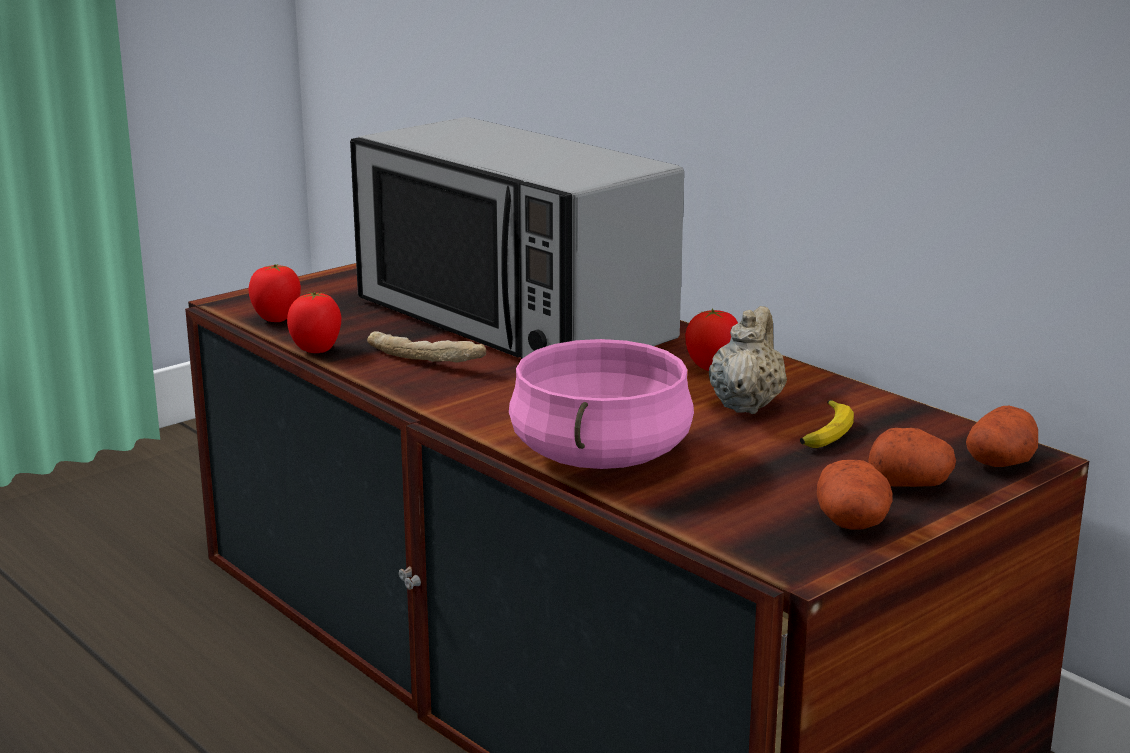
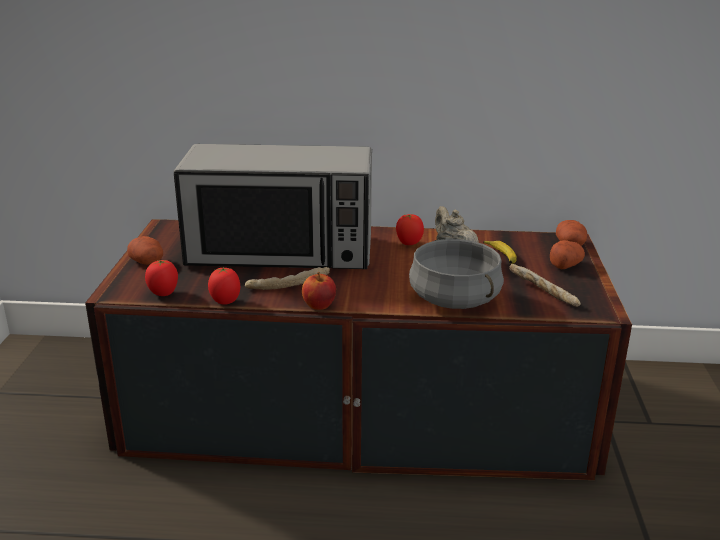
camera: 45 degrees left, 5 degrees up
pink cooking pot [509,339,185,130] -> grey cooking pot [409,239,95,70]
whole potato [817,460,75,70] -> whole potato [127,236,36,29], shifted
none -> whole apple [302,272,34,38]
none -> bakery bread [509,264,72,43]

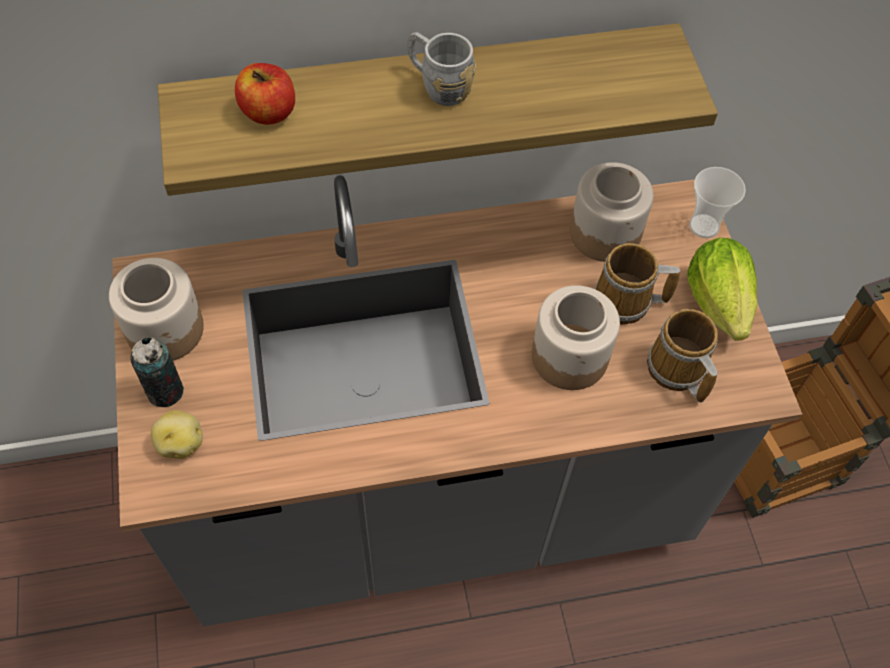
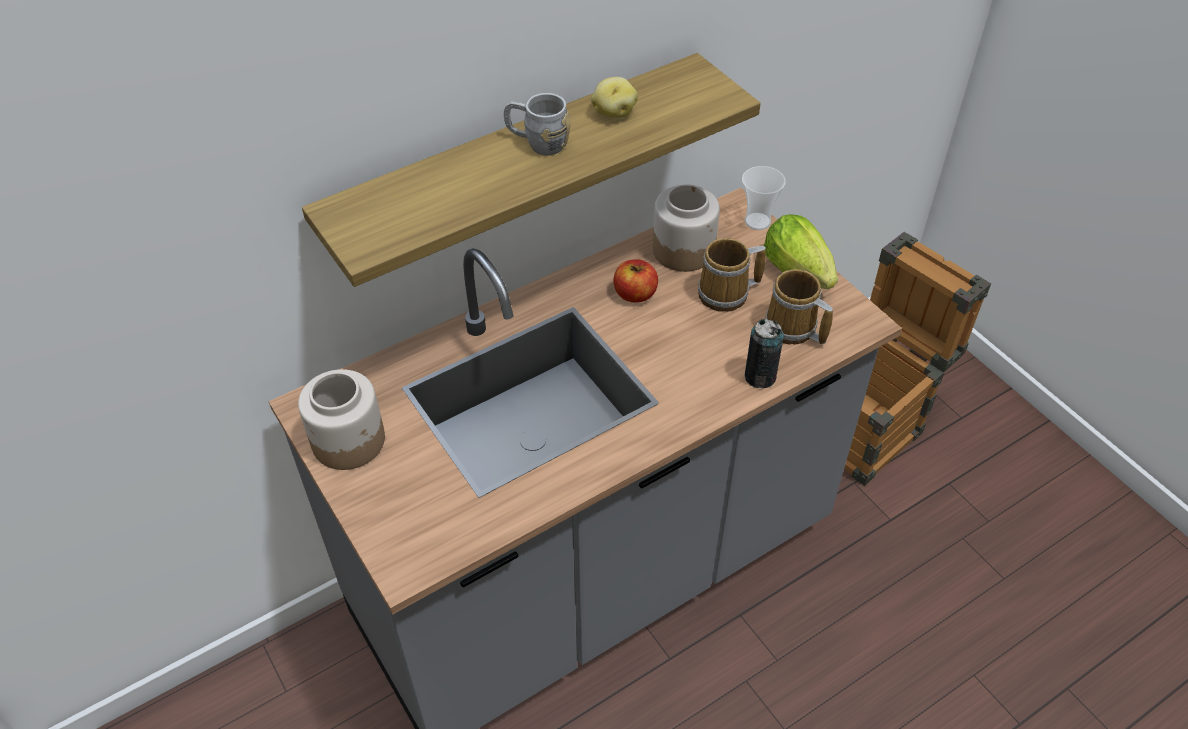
camera: 20 degrees left, 10 degrees down
can [130,337,54,70] -> can [745,318,39,70], shifted
whole potato [151,410,52,49] -> whole potato [591,77,47,41], shifted
whole apple [235,63,60,62] -> whole apple [614,259,44,44], shifted
preserve jar [532,285,88,105] -> none

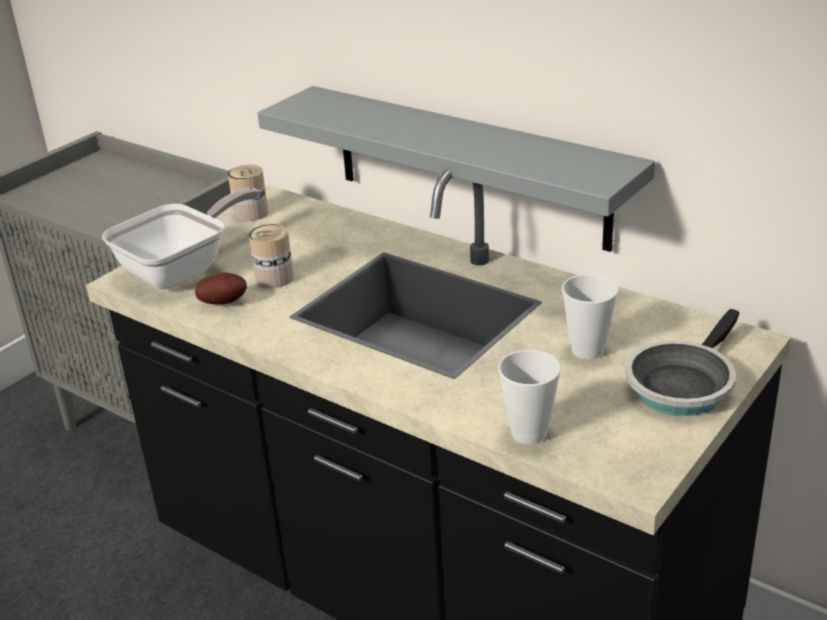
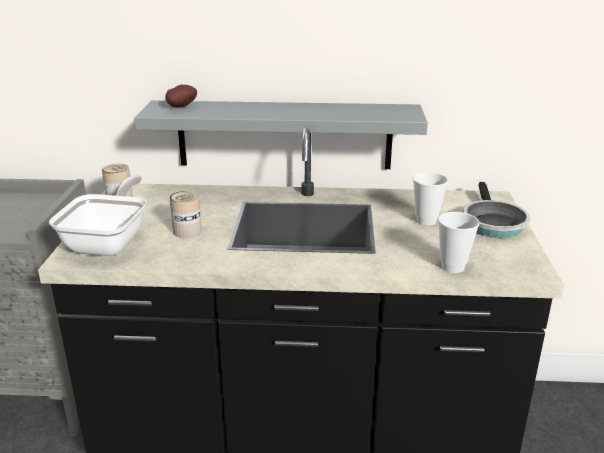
camera: 35 degrees left, 5 degrees down
whole potato [195,272,52,32] -> whole potato [165,85,32,22], shifted

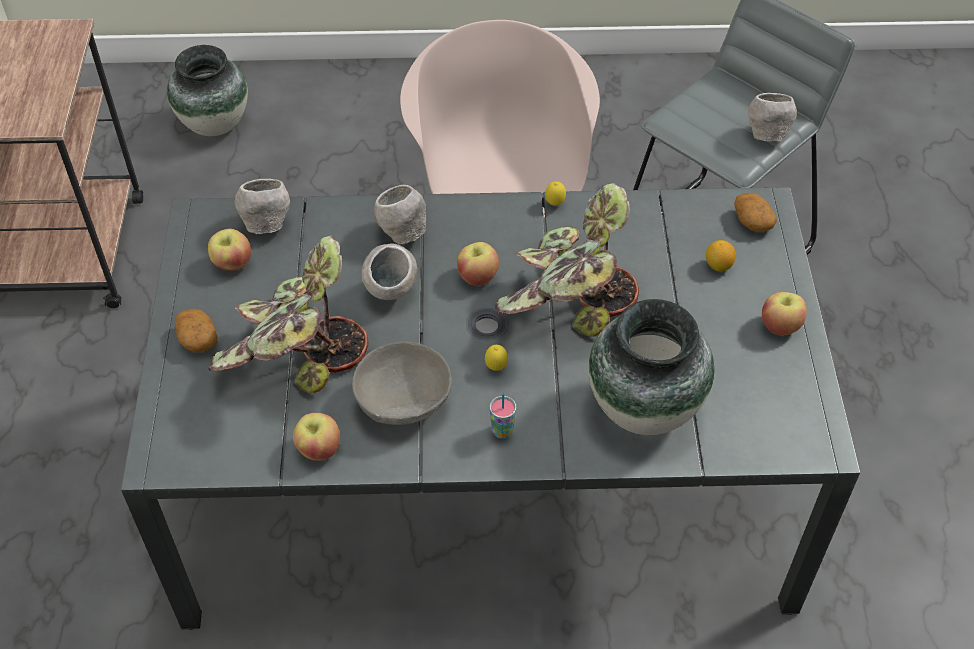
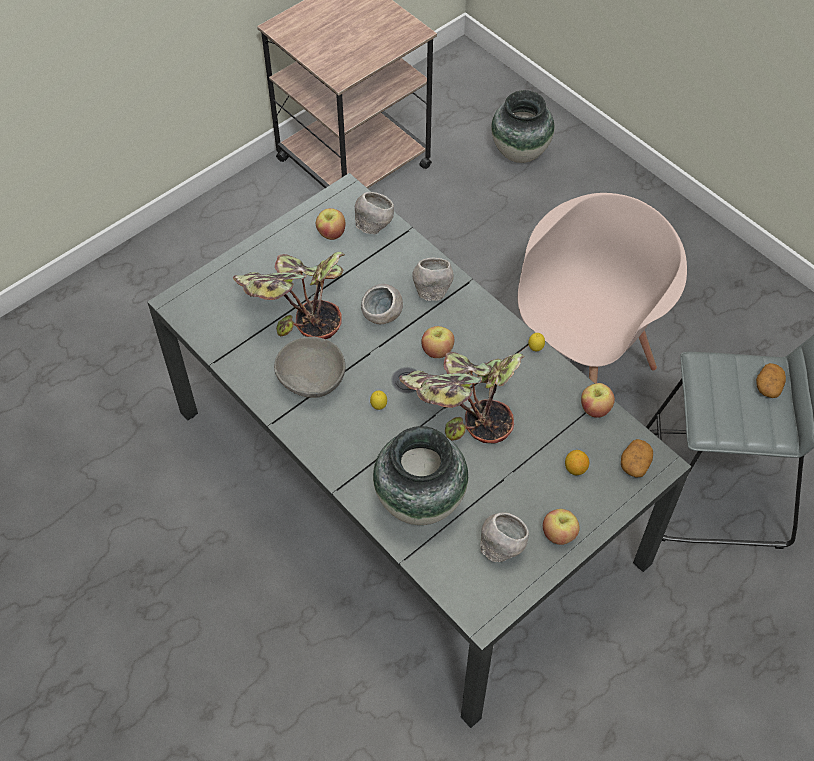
camera: 50 degrees right, 5 degrees up
whole potato [175,309,43,43] -> whole potato [756,363,30,35], shifted
whole apple [293,413,47,48] -> whole apple [581,383,34,35], shifted
small cup [490,393,26,46] -> none
grey serving bowl [748,93,49,49] -> grey serving bowl [480,512,49,50], shifted

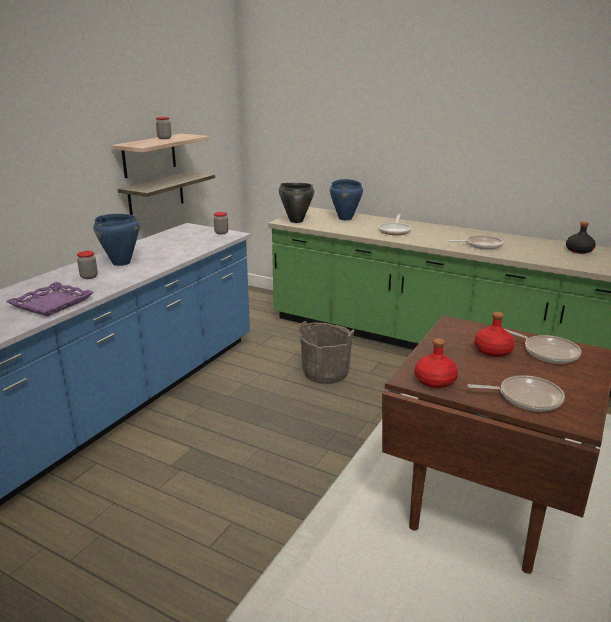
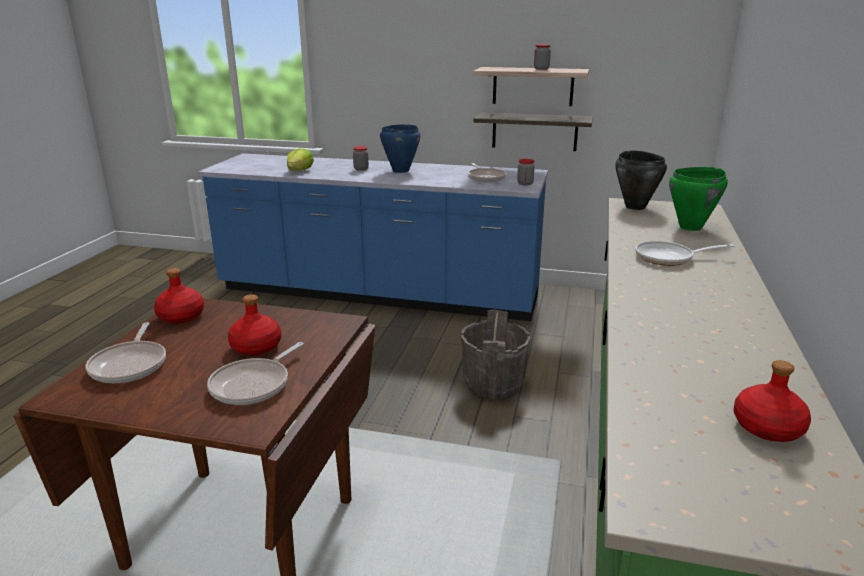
camera: 75 degrees right, 0 degrees up
purple carrying tray [6,282,87,34] -> lettuce [287,148,27,23]
bluish cooking pot [330,179,33,41] -> green-coloured cooking pot [669,167,59,64]
skillet [448,235,56,15] -> skillet [468,163,39,19], shifted
black drink bottle [566,222,30,32] -> red drink bottle [733,360,78,82]

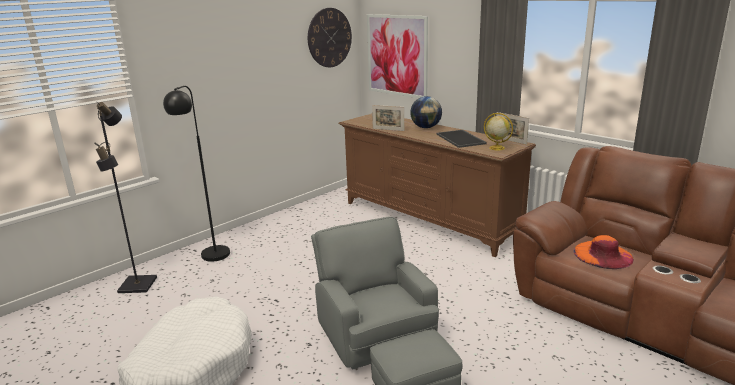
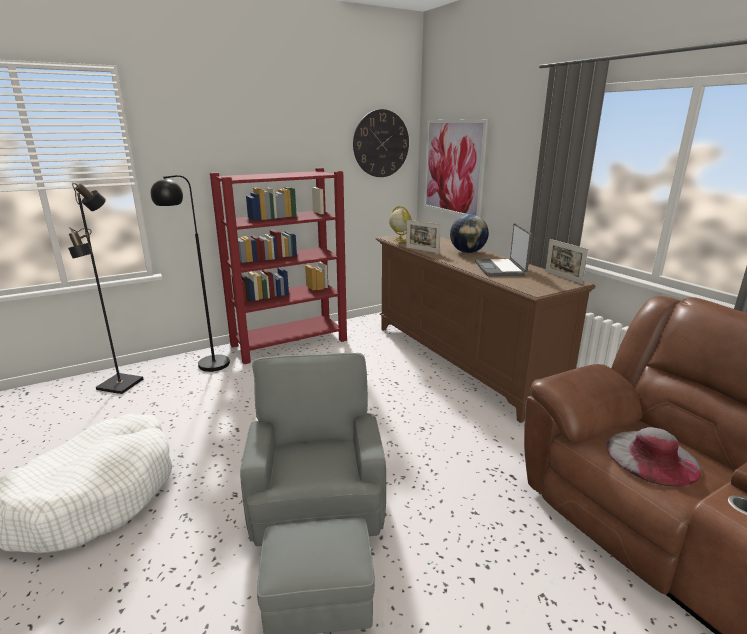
camera: 15 degrees right, 0 degrees up
carrying tray [436,130,51,18] -> notebook computer [475,223,57,53]
world globe [484,113,29,37] -> world globe [389,206,23,36], shifted
orange wearable hat [573,235,61,34] -> grey wearable hat [607,427,94,60]
none -> red shelving unit [210,168,137,196]

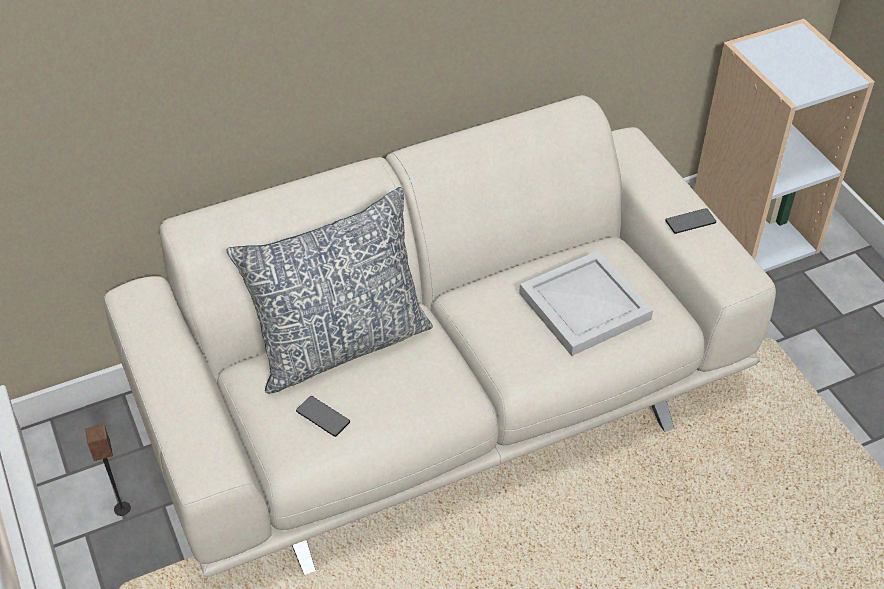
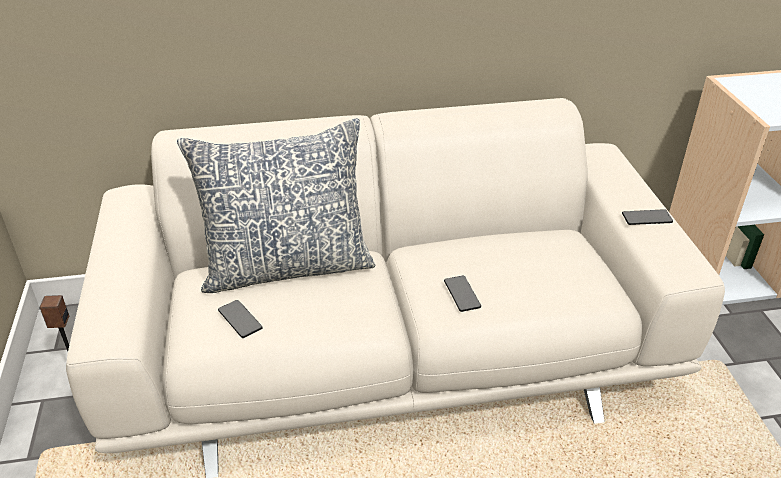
camera: 15 degrees right, 10 degrees down
white-coloured carrying tray [519,251,134,105] -> none
none -> handset [444,275,37,37]

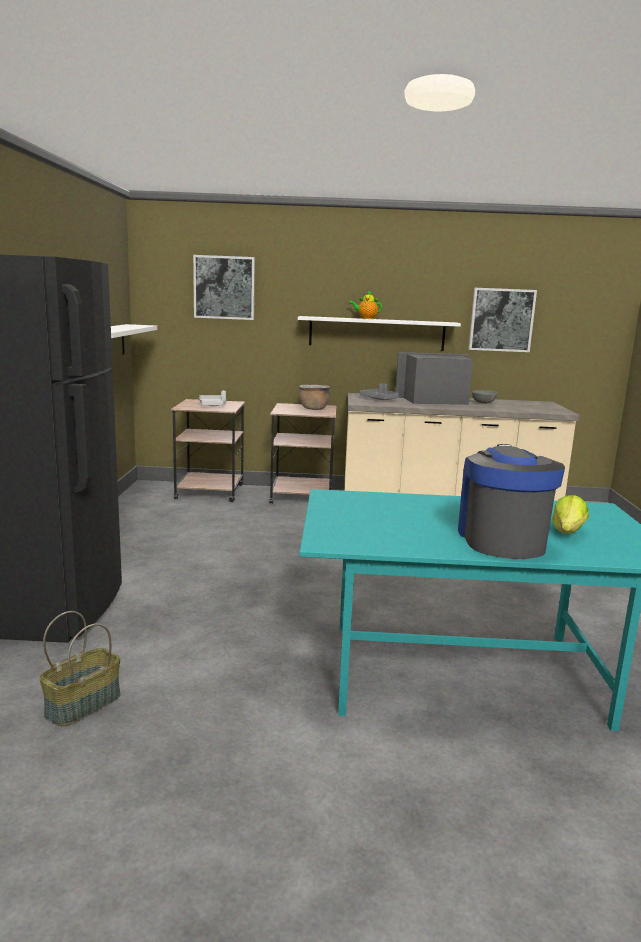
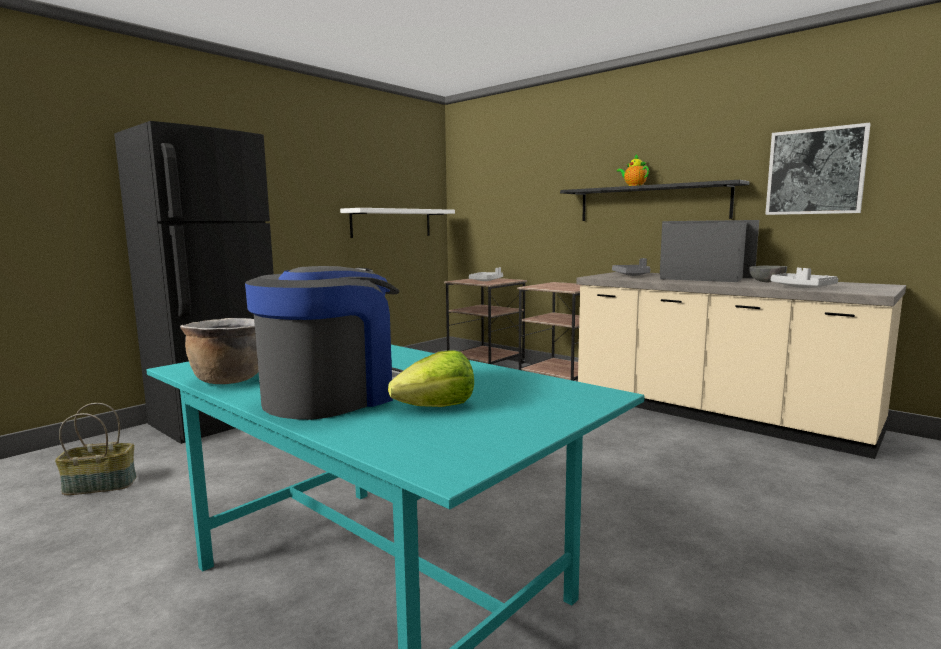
camera: 40 degrees right, 5 degrees down
wall art [193,255,62,65] -> none
white-coloured bracket shelf [298,316,163,35] -> black bracket shelf [560,180,189,41]
brown cooking pot [299,385,31,25] -> brown cooking pot [180,318,79,66], shifted
none -> grey carrying tray [771,268,68,20]

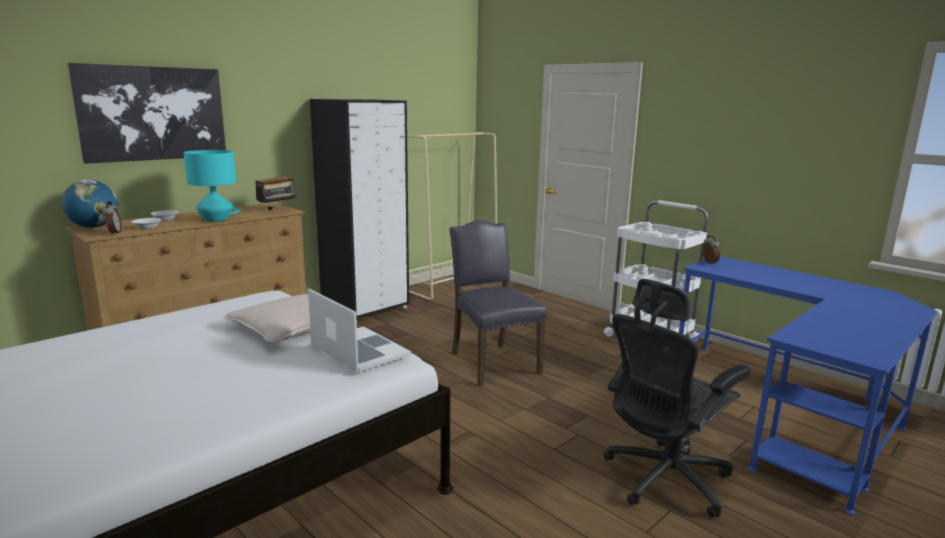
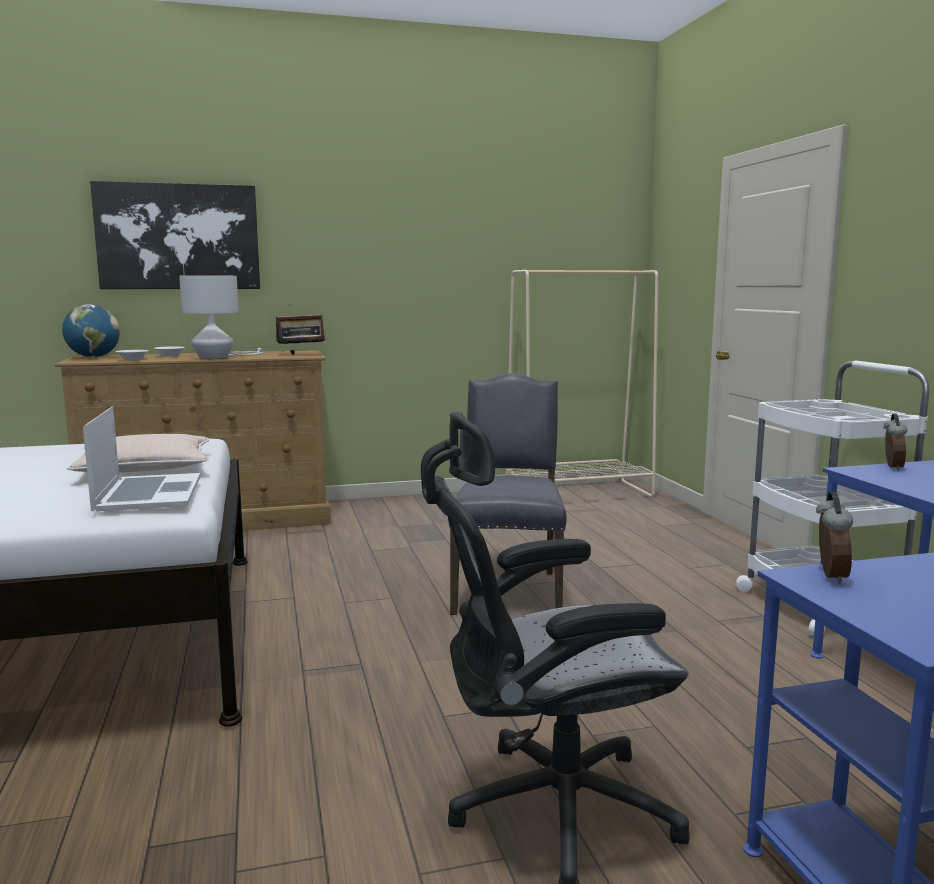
camera: 30 degrees right, 5 degrees down
alarm clock [103,201,19,34] -> alarm clock [816,492,37,92], shifted
blue-green table lamp [184,150,57,72] -> grey table lamp [179,275,84,84]
armoire [310,99,99,224] -> none

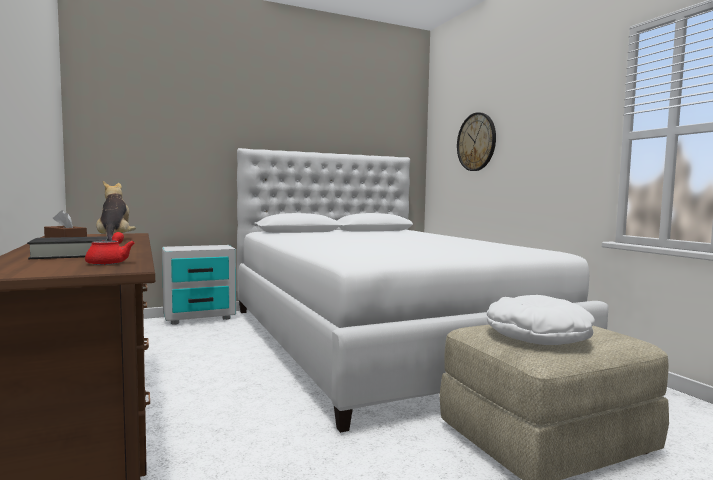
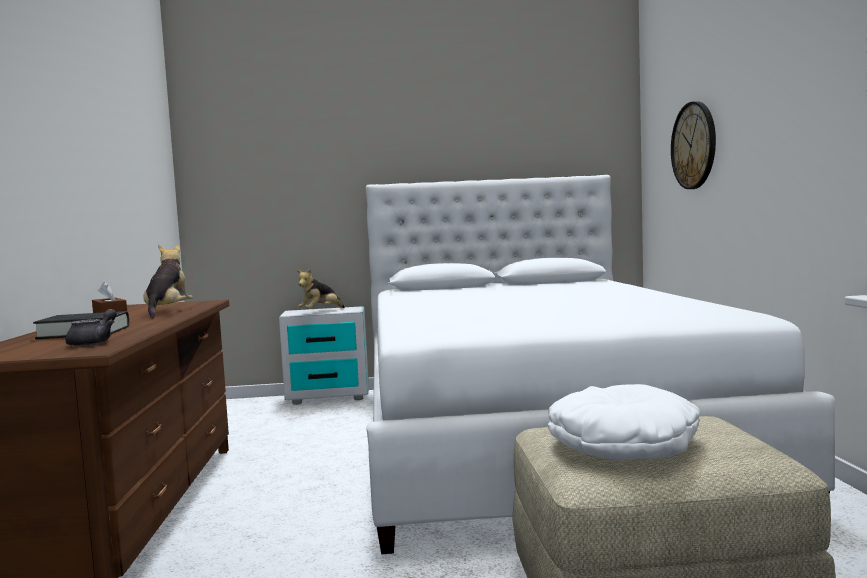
camera: 20 degrees right, 0 degrees up
red tea pot [85,232,50,33] -> grey tea pot [65,309,52,37]
none -> soft toy [297,268,48,41]

